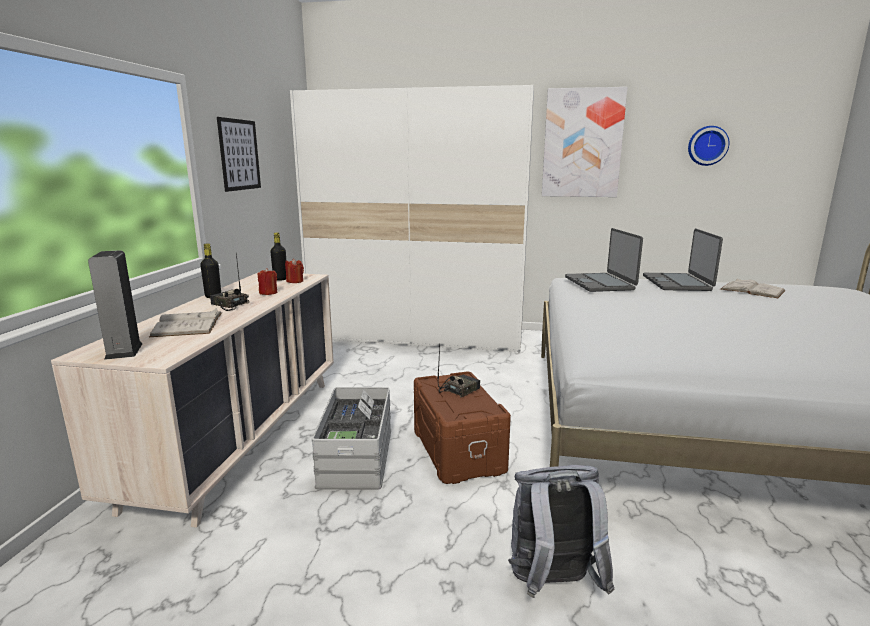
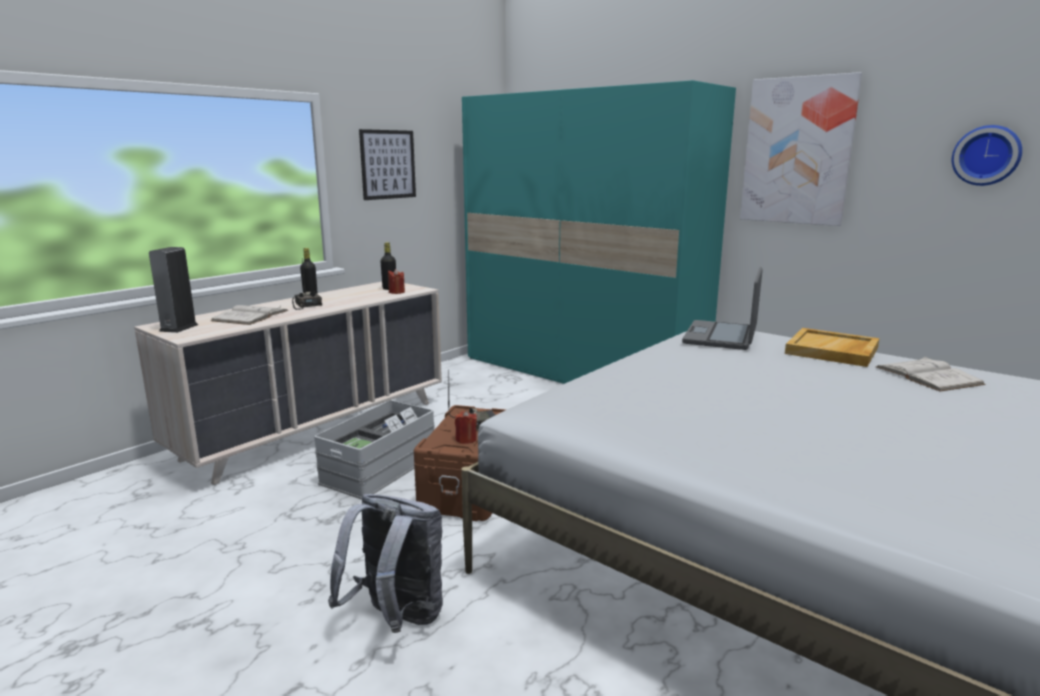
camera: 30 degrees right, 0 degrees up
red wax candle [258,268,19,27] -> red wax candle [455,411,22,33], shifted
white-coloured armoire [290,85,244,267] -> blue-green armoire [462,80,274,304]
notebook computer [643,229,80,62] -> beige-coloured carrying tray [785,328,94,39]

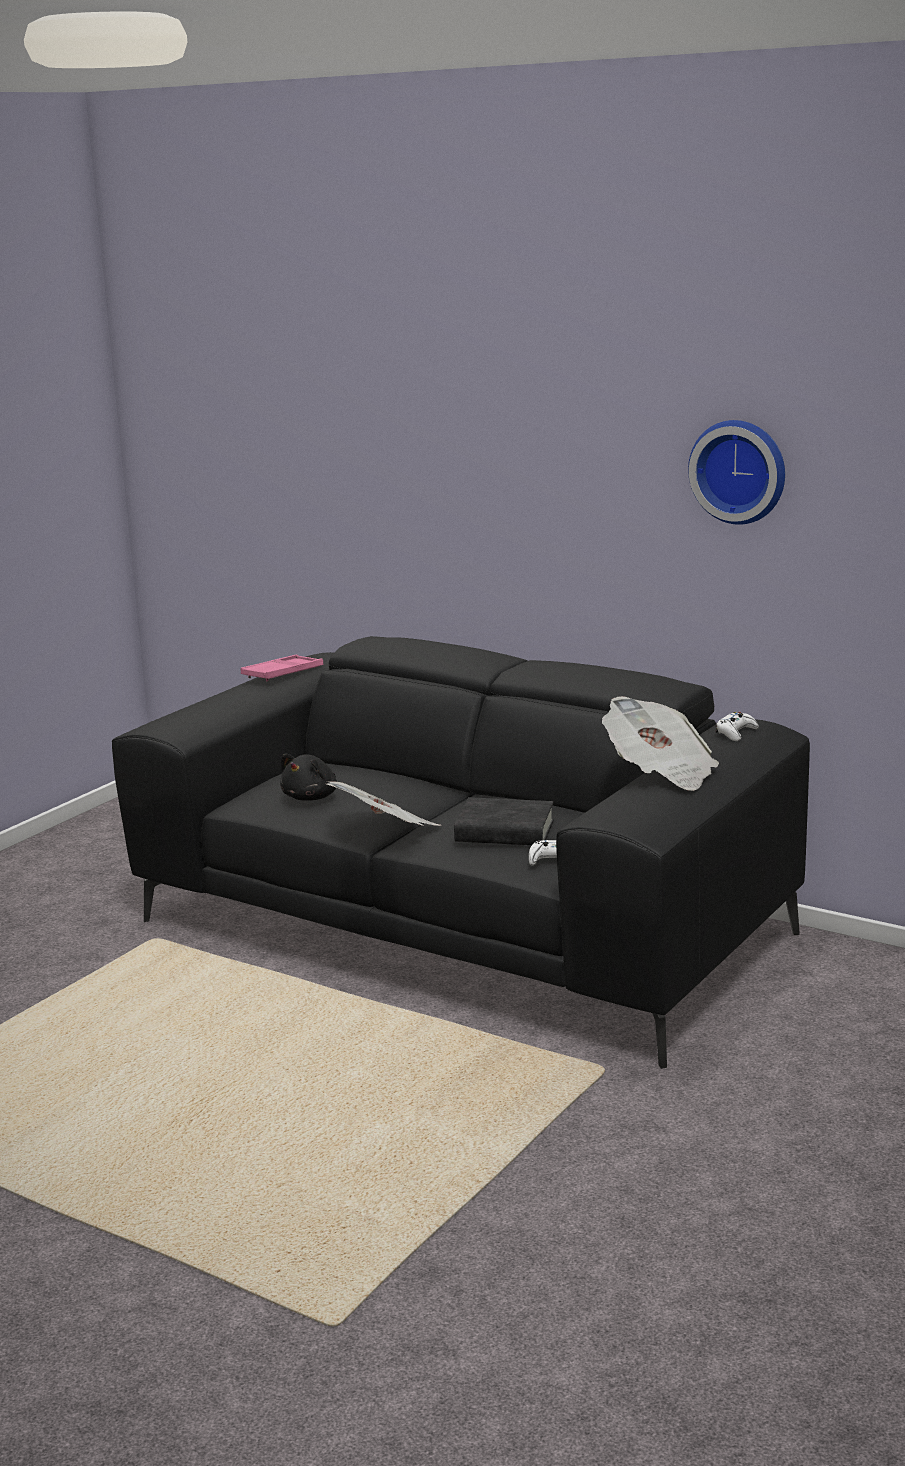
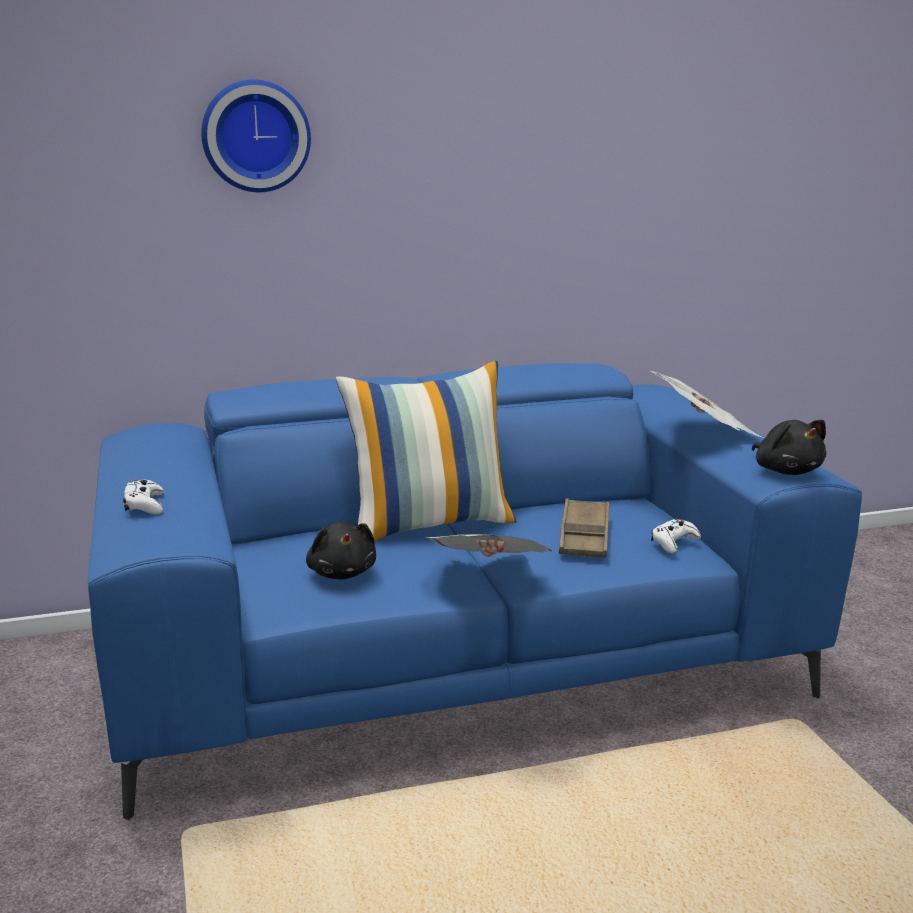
camera: 50 degrees left, 0 degrees up
black couch [112,636,698,433] -> bluish couch [88,363,774,457]
pink carrying tray [241,655,82,27] -> none
black volume [454,797,100,48] -> brown carrying tray [559,498,50,60]
hanging clock [688,420,97,105] -> hanging clock [201,79,110,113], shifted
white-coloured joypad [715,712,44,29] -> white-coloured joypad [123,479,41,35], shifted
none -> cushion [336,361,181,181]
none -> black soft toy [752,420,74,55]

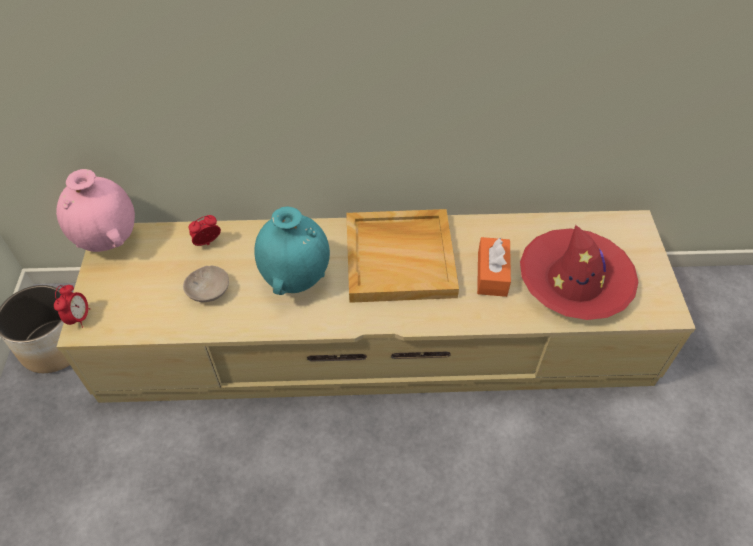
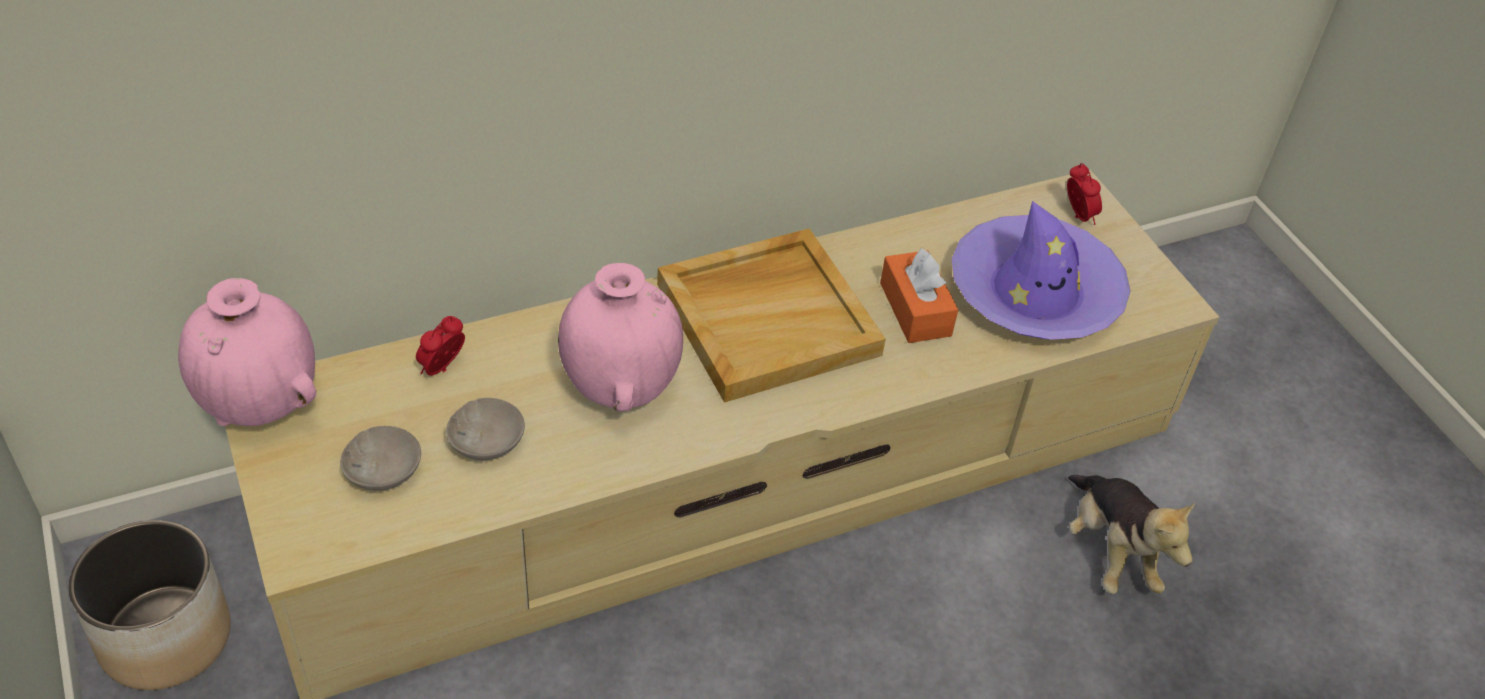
camera: 25 degrees left, 5 degrees down
alarm clock [54,285,36,43] -> alarm clock [1067,163,35,62], shifted
blue-green decorative vase [254,207,76,88] -> pink decorative vase [558,263,125,149]
red wearable hat [520,225,118,95] -> purple wearable hat [952,201,178,139]
none -> beige-coloured serving bowl [340,426,81,65]
none -> soft toy [1068,475,127,119]

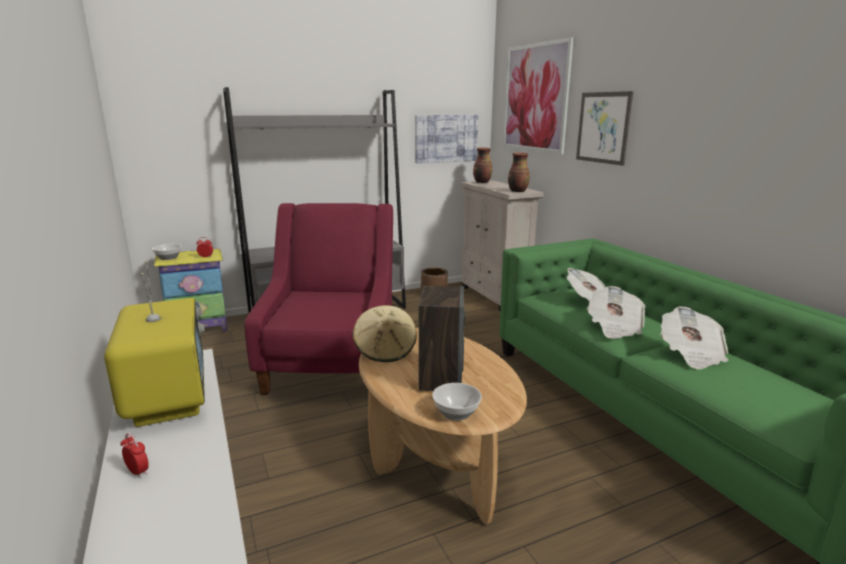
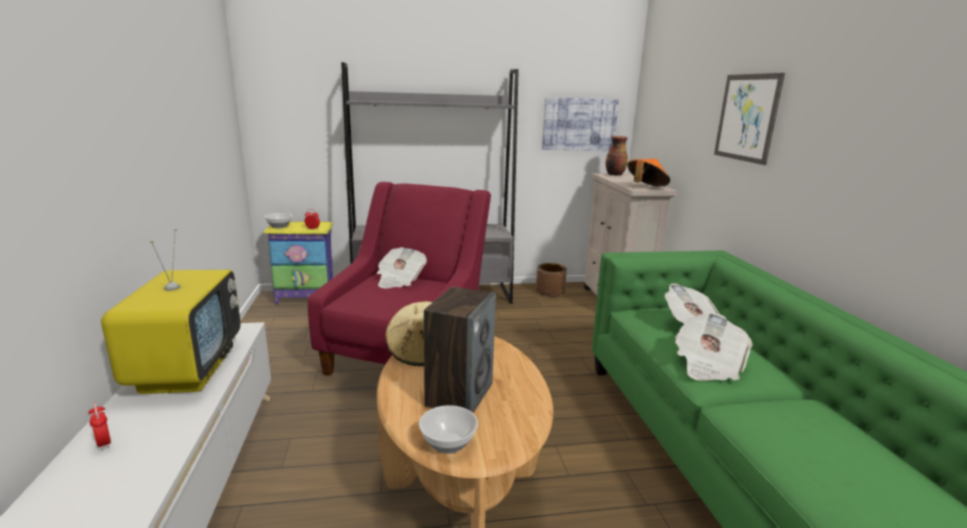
camera: 15 degrees right, 0 degrees up
wall art [503,37,71,117] -> none
decorative vase [508,153,22,39] -> orange wearable hat [627,159,43,27]
printed paper [660,306,69,63] -> printed paper [377,247,50,42], shifted

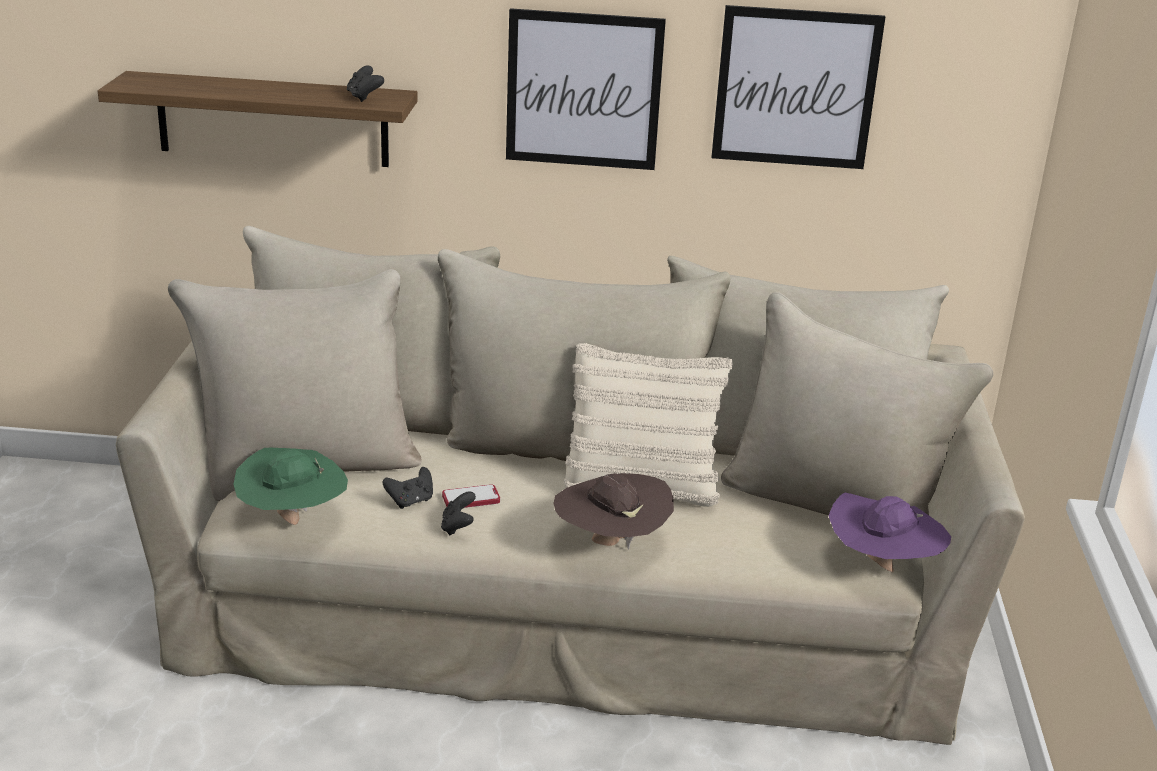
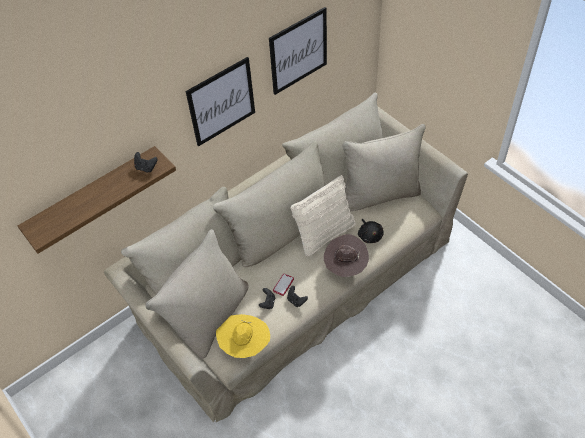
camera: 40 degrees left, 25 degrees up
green-coloured wearable hat [234,448,114,77] -> yellow wearable hat [216,314,54,44]
purple wearable hat [828,492,123,80] -> none
none -> black soft toy [358,219,26,24]

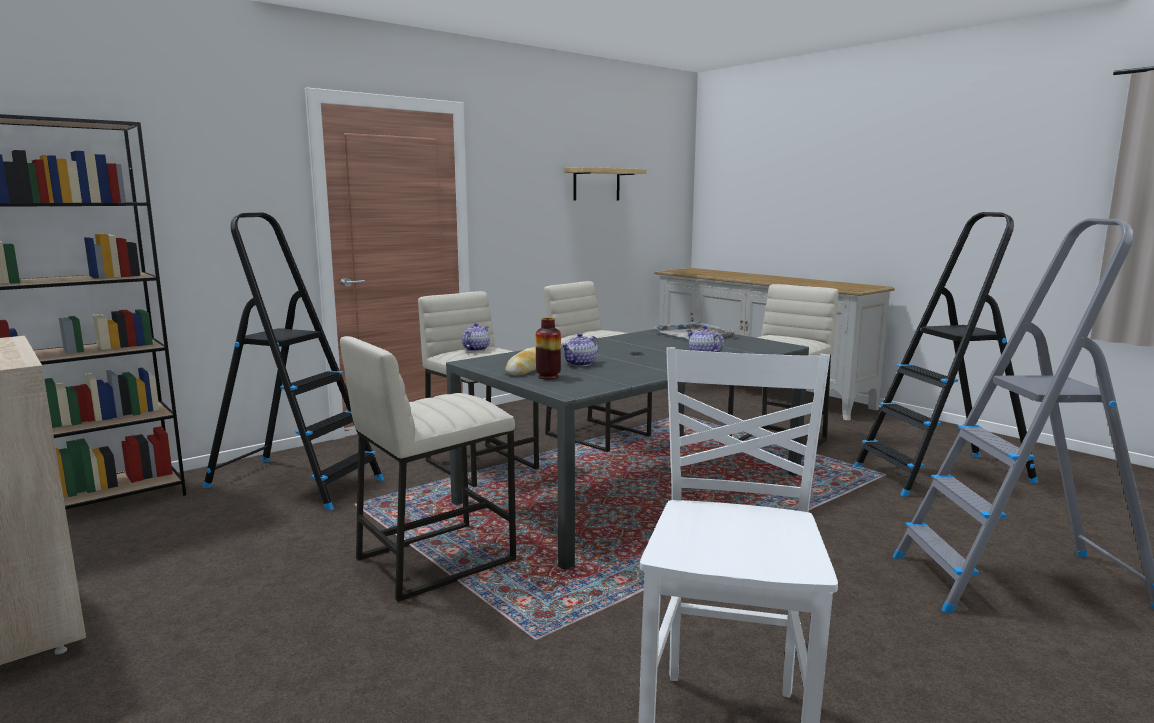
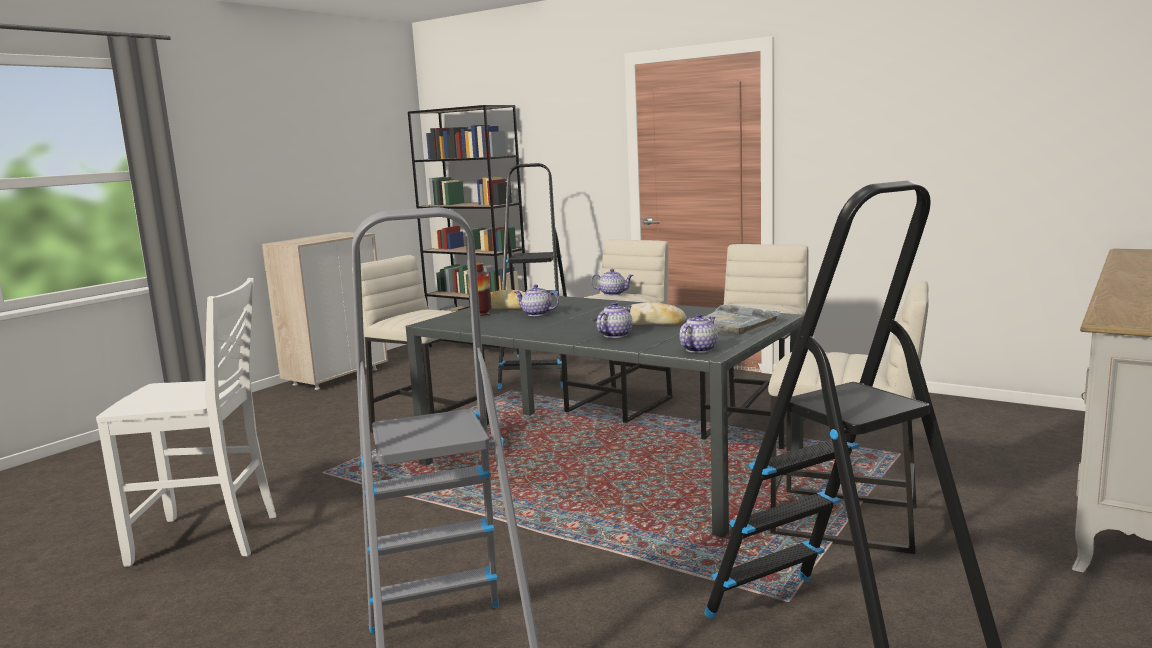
camera: 75 degrees right, 0 degrees up
bracket shelf [564,167,83,34] -> none
none -> bakery bread [630,302,57,23]
none -> tea pot [680,313,38,40]

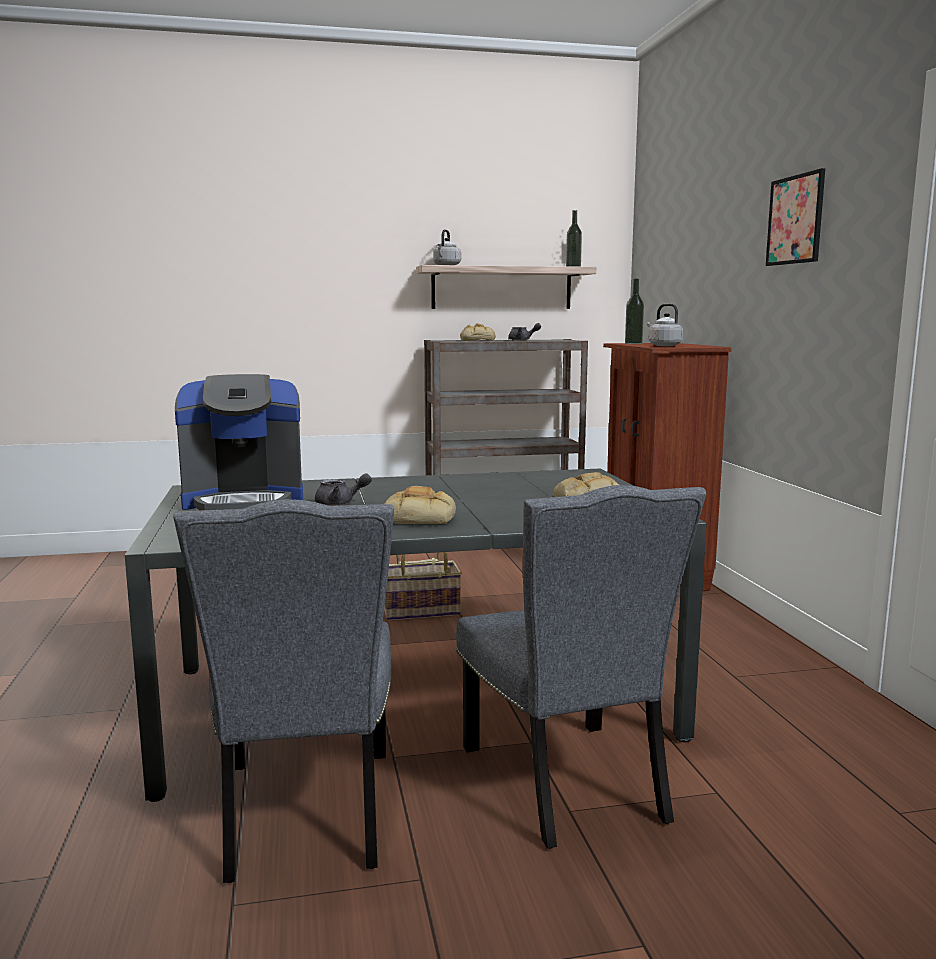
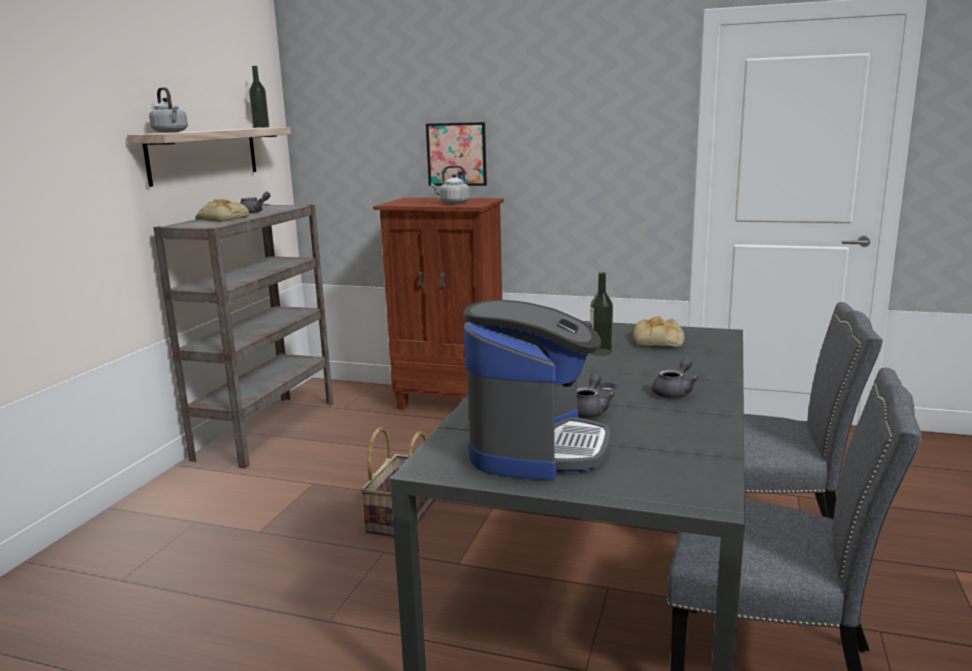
camera: 60 degrees left, 5 degrees up
bakery bread [385,486,71,38] -> grey tea pot [652,358,47,40]
drink bottle [625,278,19,66] -> drink bottle [590,272,23,84], shifted
wall art [766,168,59,98] -> wall art [426,122,61,64], shifted

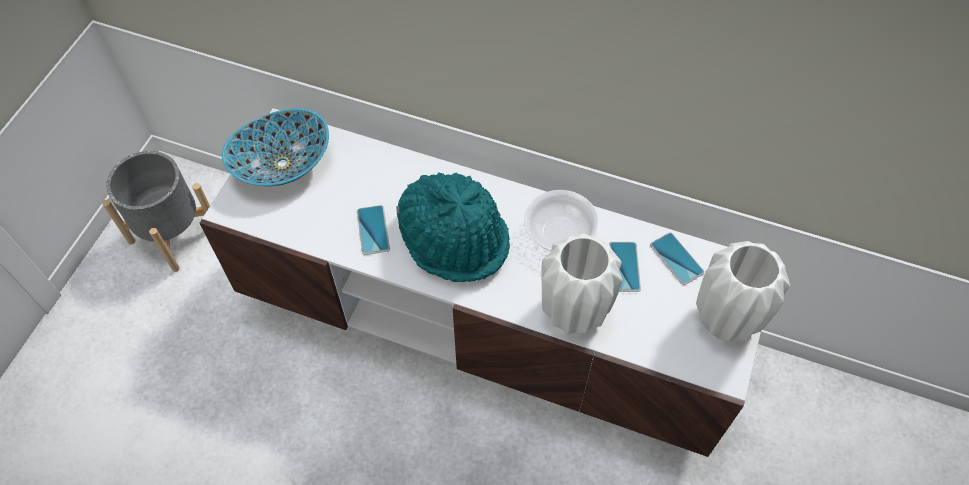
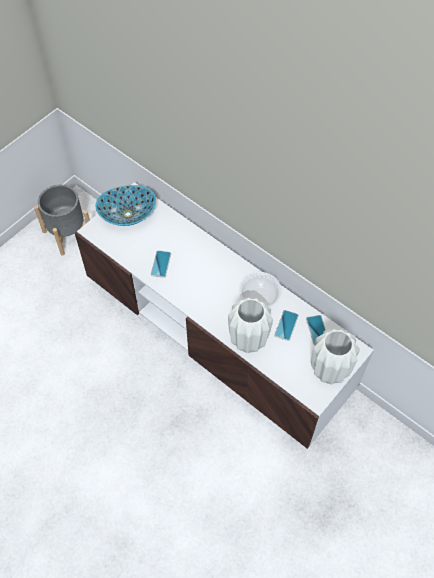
camera: 20 degrees right, 0 degrees up
blue-green wearable hat [396,172,114,110] -> none

